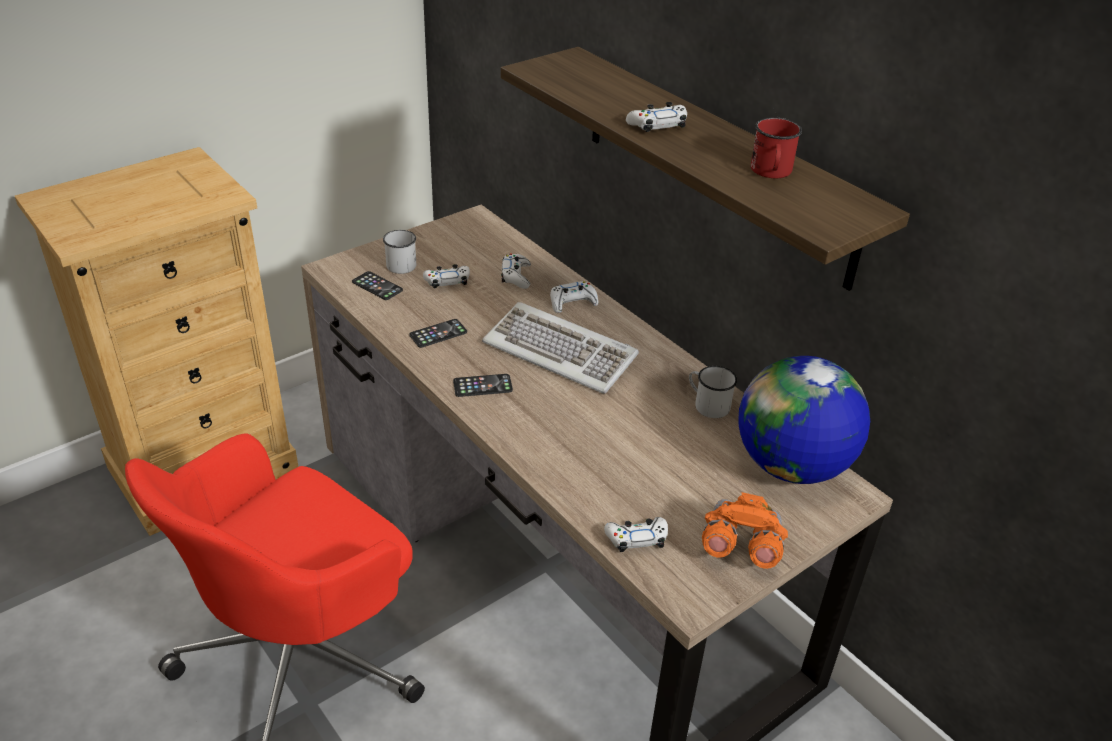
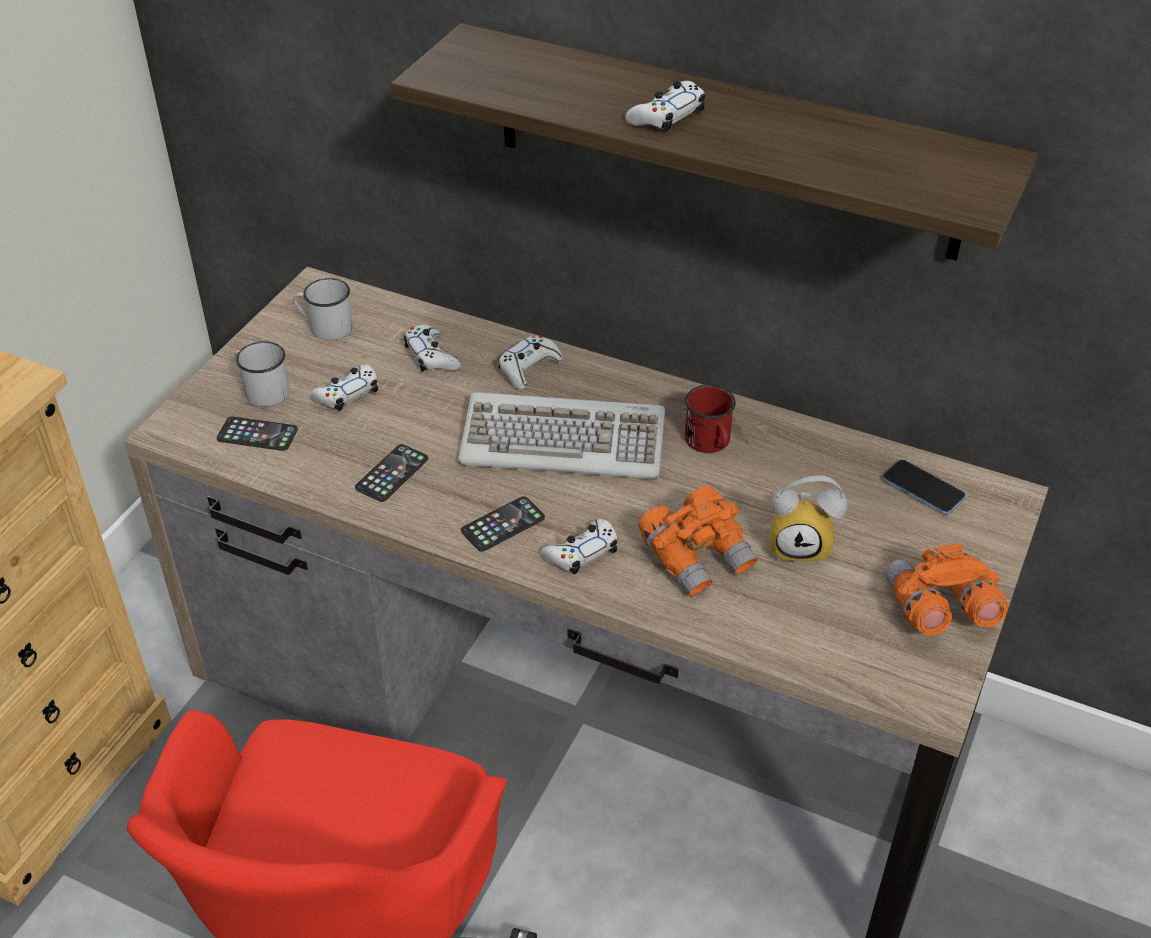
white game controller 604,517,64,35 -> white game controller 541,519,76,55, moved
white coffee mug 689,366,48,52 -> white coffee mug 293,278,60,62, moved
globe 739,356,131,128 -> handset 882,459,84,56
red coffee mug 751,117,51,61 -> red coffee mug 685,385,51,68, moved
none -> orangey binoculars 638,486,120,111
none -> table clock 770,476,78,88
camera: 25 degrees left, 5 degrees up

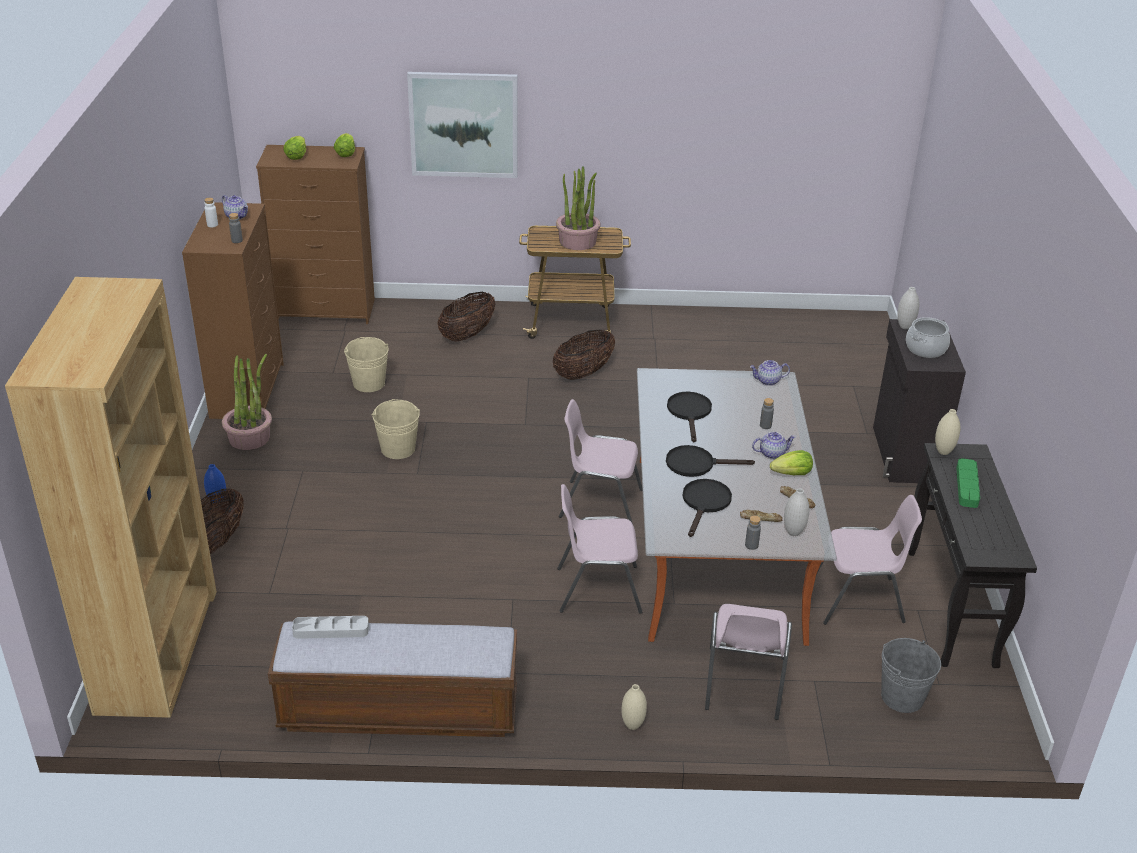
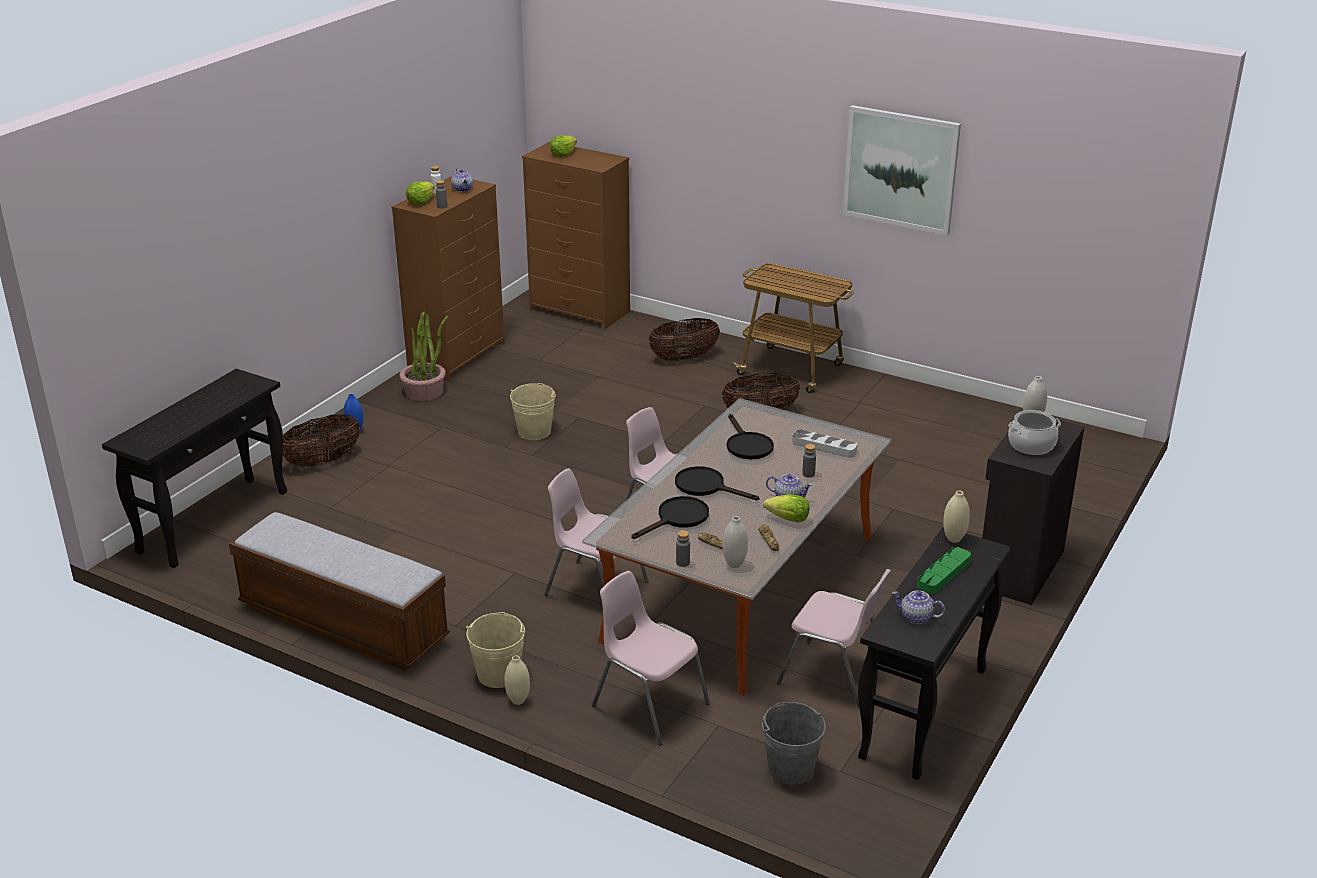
brown-coloured bookshelf 5,277,212,441 -> black-coloured narrow table 102,369,185,199
gray tray 292,616,77,23 -> gray tray 792,429,66,29, moved
lettuce 334,133,21,24 -> lettuce 406,182,29,23, moved
sand-coloured bucket 344,337,45,55 -> sand-coloured bucket 466,612,59,76, moved
wall art 407,72,110,106 -> wall art 843,105,118,131, moved
plant in a pot 556,167,44,83 -> none
black-coloured skillet 667,392,45,50 -> black-coloured skillet 727,414,47,46, 135 degrees clockwise
pink plain chair 705,604,87,116 -> pink plain chair 592,571,118,175, 90 degrees clockwise
tea pot 750,360,40,26 -> tea pot 892,590,53,34, moved
camera: 30 degrees right, 5 degrees down

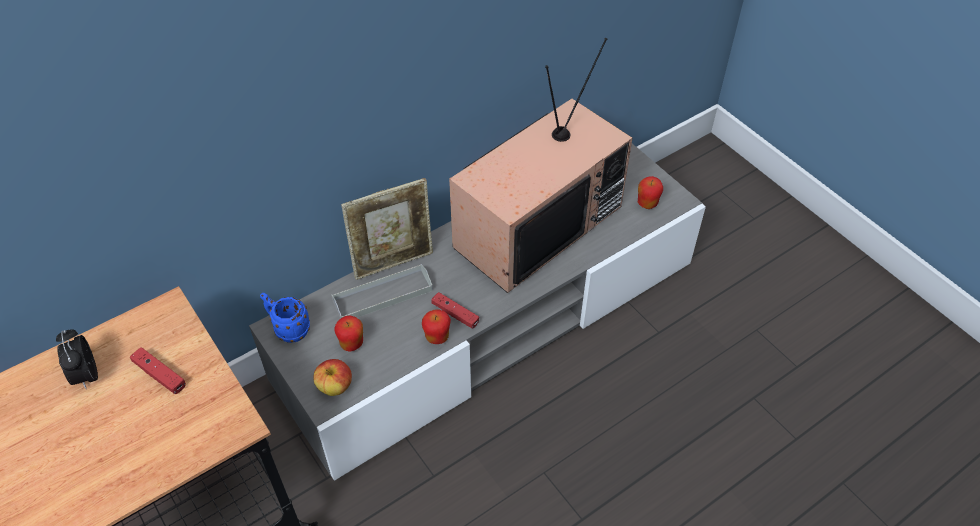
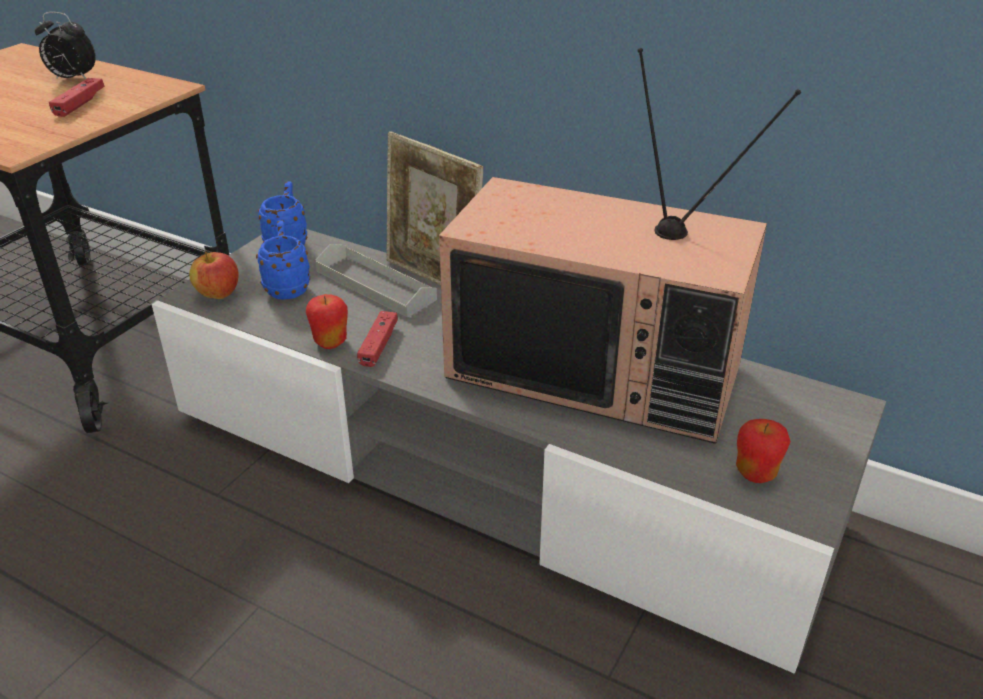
table clock 56,329,42,61 -> table clock 35,12,61,67, 120 degrees counterclockwise
apple 334,315,29,37 -> bluish coffee mug 256,221,54,79
camera: 65 degrees right, 15 degrees down

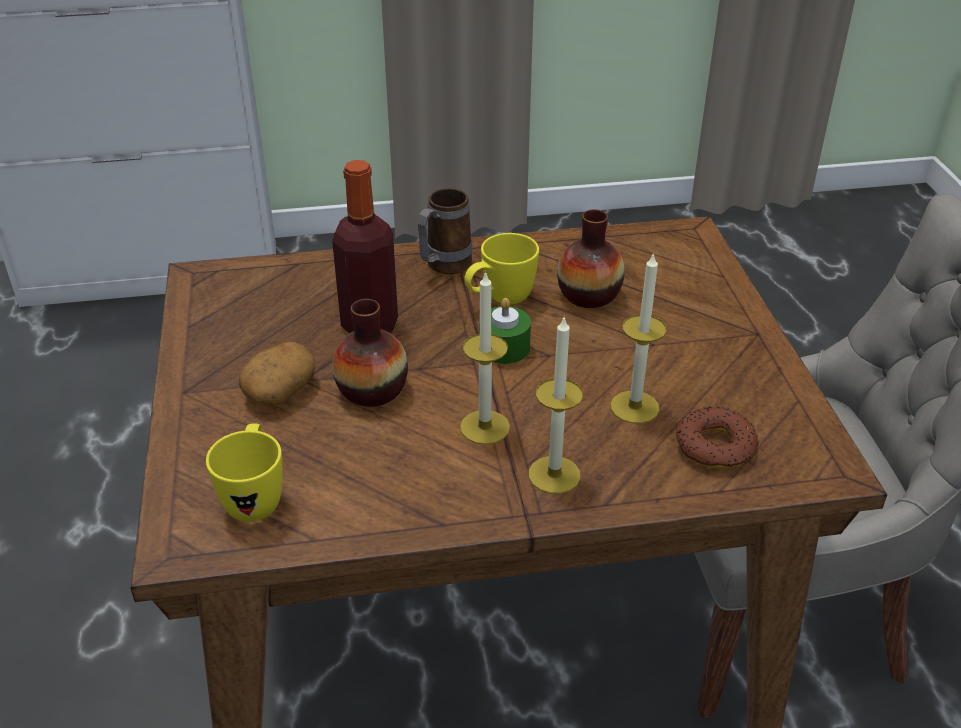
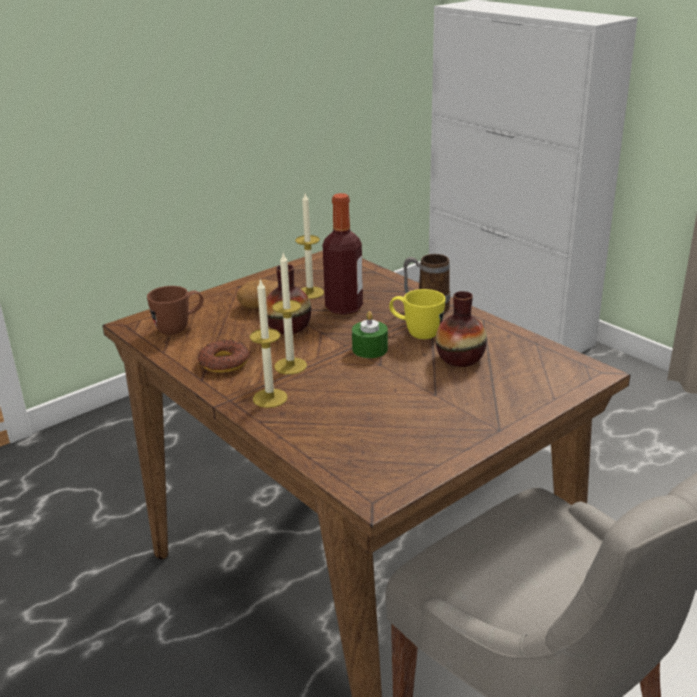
yellowish coffee mug 206,423,77,99 -> brown-coloured coffee mug 147,286,57,49
wax candle 611,252,56,172 -> wax candle 295,193,29,106, moved
donut 676,406,83,63 -> donut 197,340,53,33, moved
camera: 60 degrees right, 10 degrees down

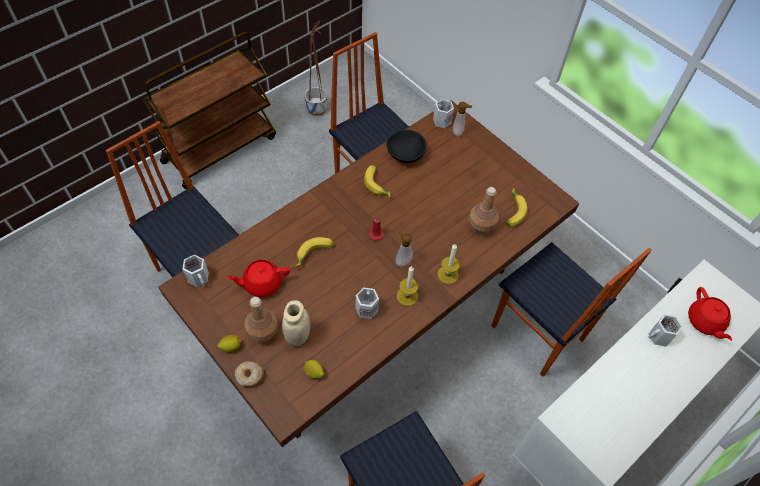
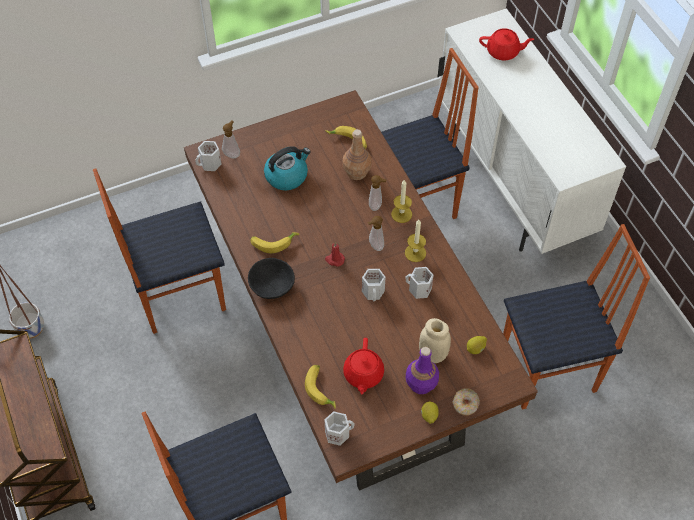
brown-coloured beverage bottle 245,297,33,46 -> purple-coloured beverage bottle 406,347,33,47
banana 295,237,39,30 -> banana 305,365,31,44, moved
black-coloured serving bowl 386,130,40,33 -> black-coloured serving bowl 248,258,47,41, moved
white coffee mug 649,314,34,33 -> white coffee mug 362,269,24,32, moved
none -> water kettle 264,146,47,44
none -> soap bottle 369,175,17,36
camera: 70 degrees left, 0 degrees up

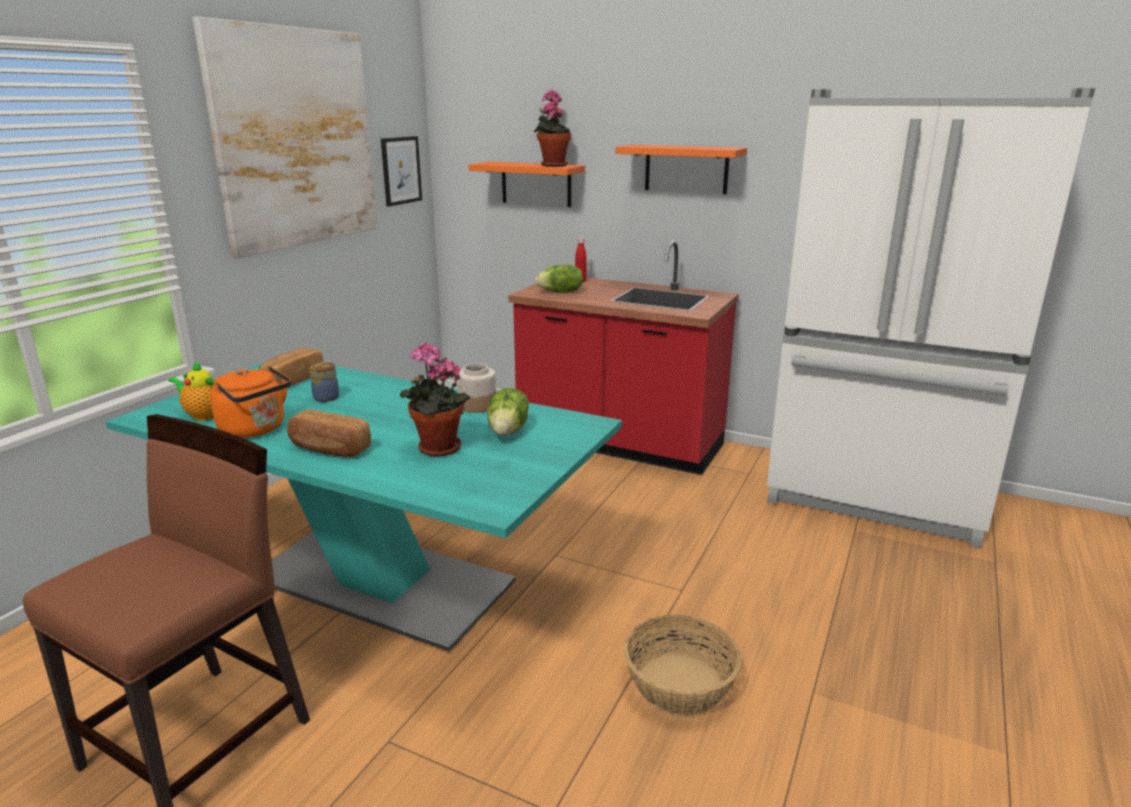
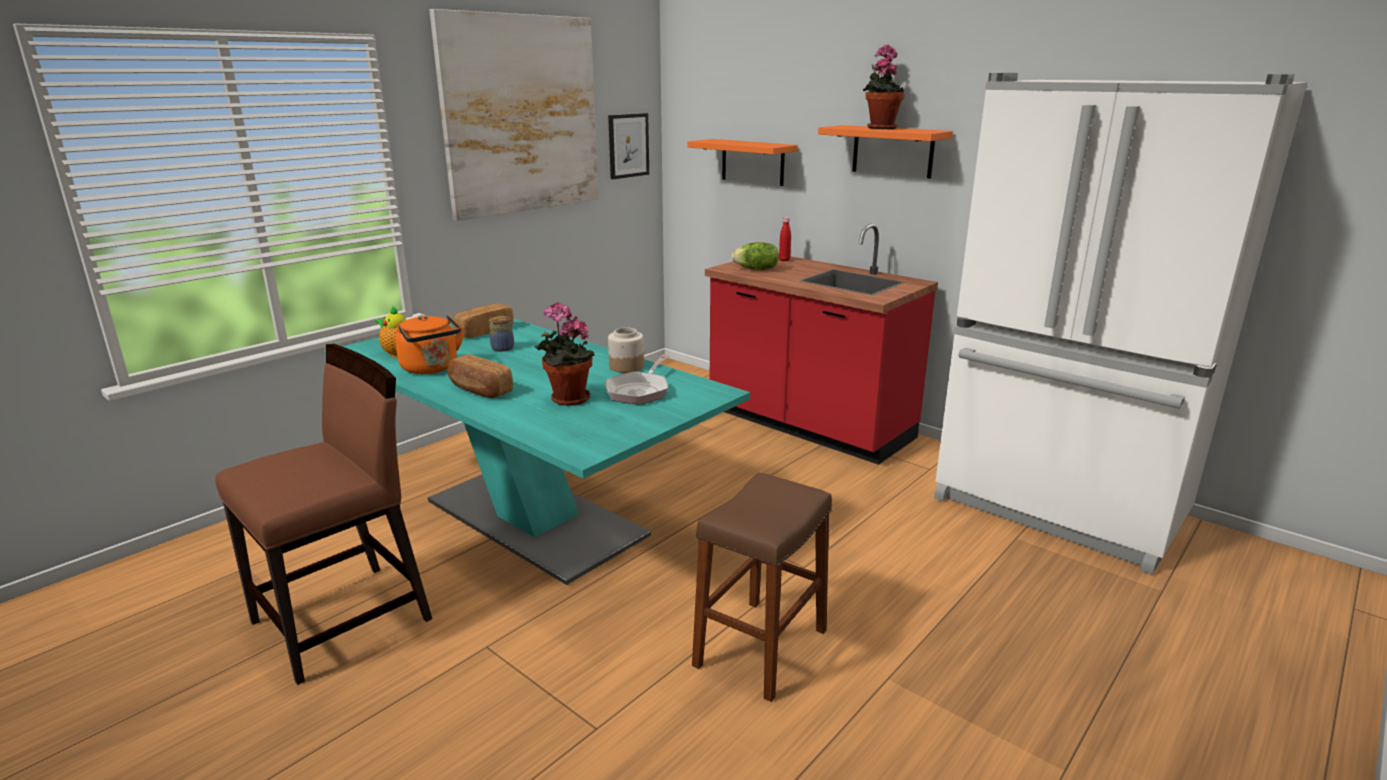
lettuce 487,388,42,48 -> skillet 605,355,65,50
plant in a pot 534,90,37,77 -> plant in a pot 863,44,42,85, moved
household basket 624,615,118,101 -> brown-coloured stool 692,472,140,230
camera: 15 degrees right, 0 degrees up

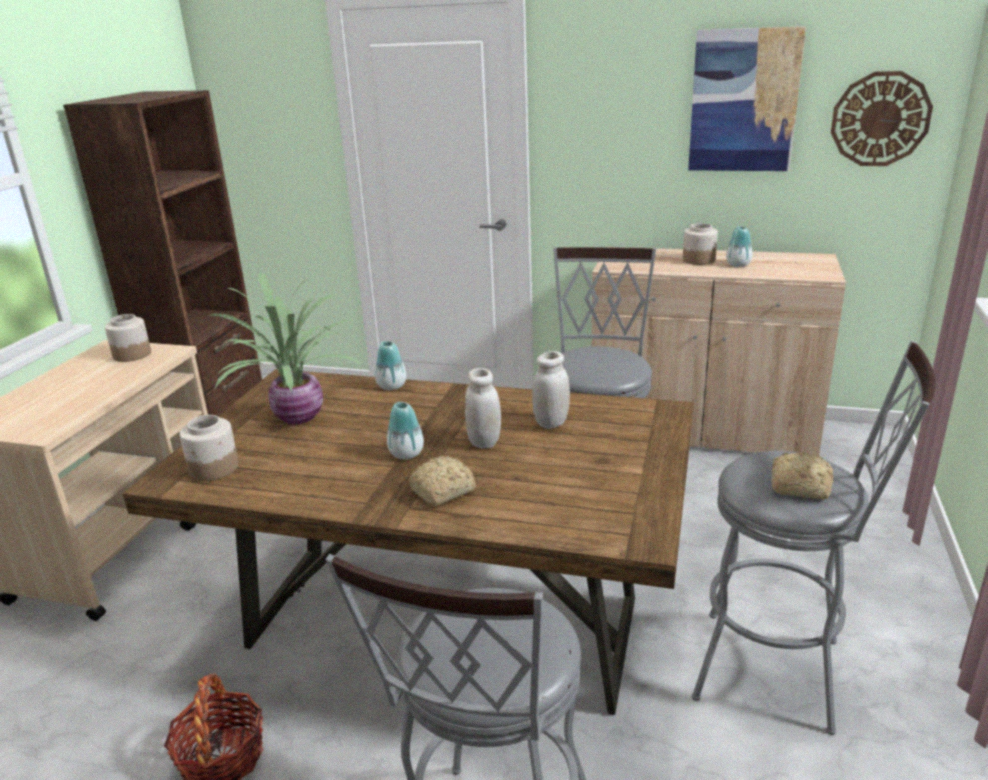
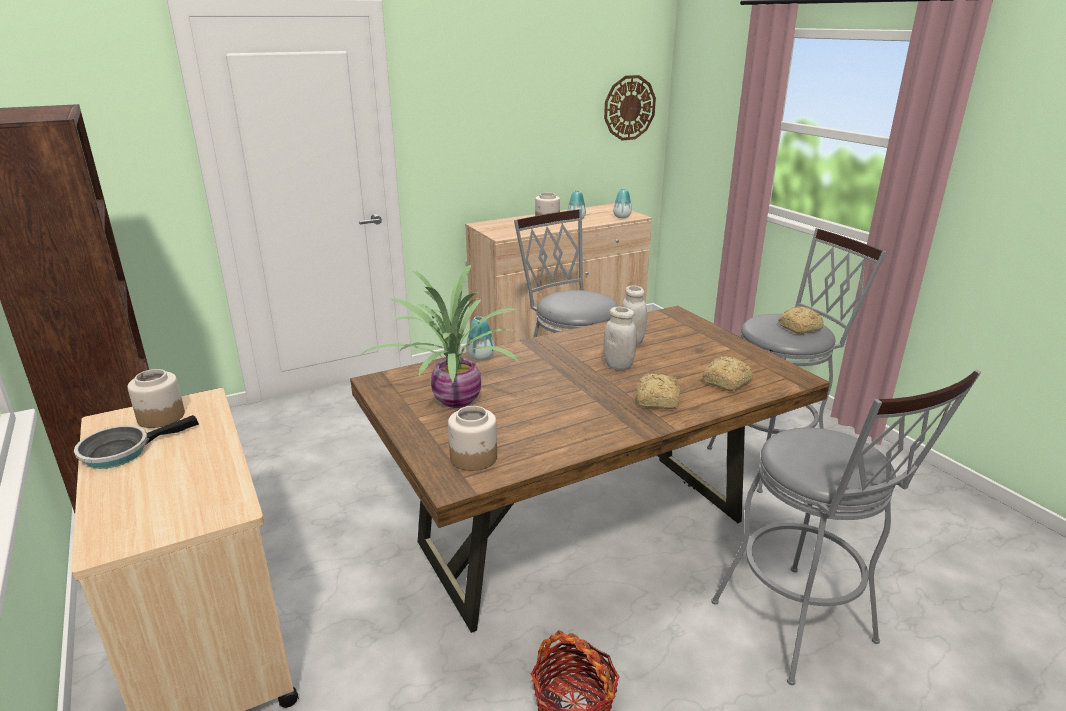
vase 387,402,37,57 -> vase 613,189,19,29, moved
wall art 688,26,118,145 -> none
none -> skillet 74,415,125,54
none -> baked bread 702,356,51,35
camera: 45 degrees left, 0 degrees up

